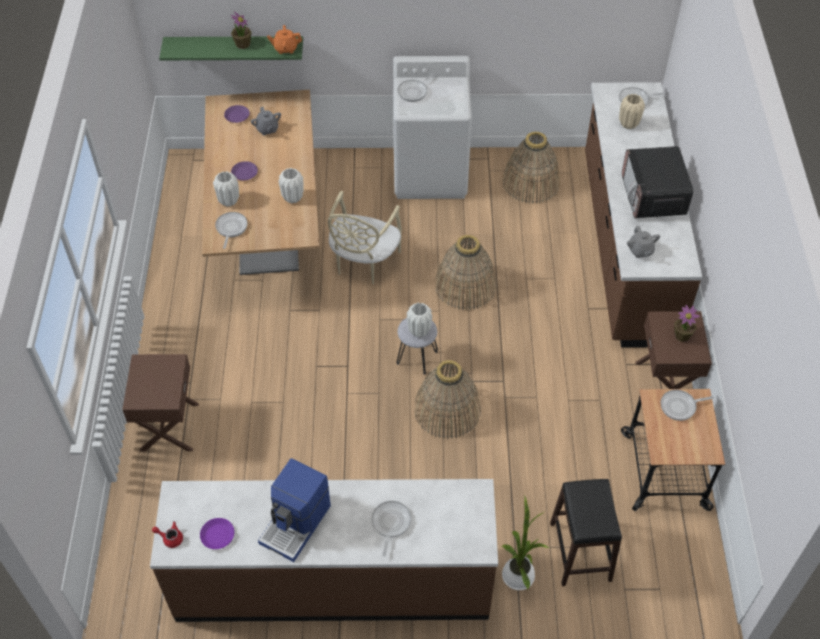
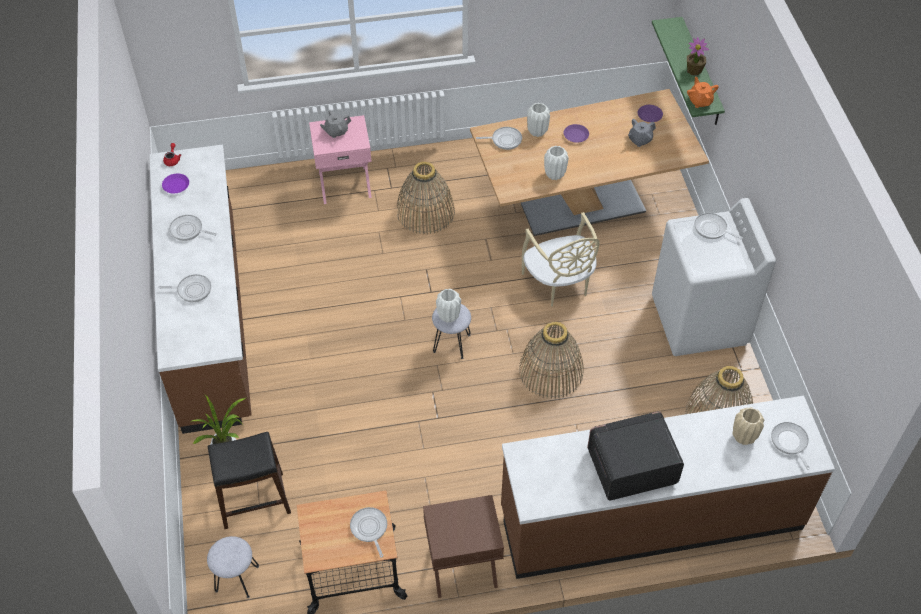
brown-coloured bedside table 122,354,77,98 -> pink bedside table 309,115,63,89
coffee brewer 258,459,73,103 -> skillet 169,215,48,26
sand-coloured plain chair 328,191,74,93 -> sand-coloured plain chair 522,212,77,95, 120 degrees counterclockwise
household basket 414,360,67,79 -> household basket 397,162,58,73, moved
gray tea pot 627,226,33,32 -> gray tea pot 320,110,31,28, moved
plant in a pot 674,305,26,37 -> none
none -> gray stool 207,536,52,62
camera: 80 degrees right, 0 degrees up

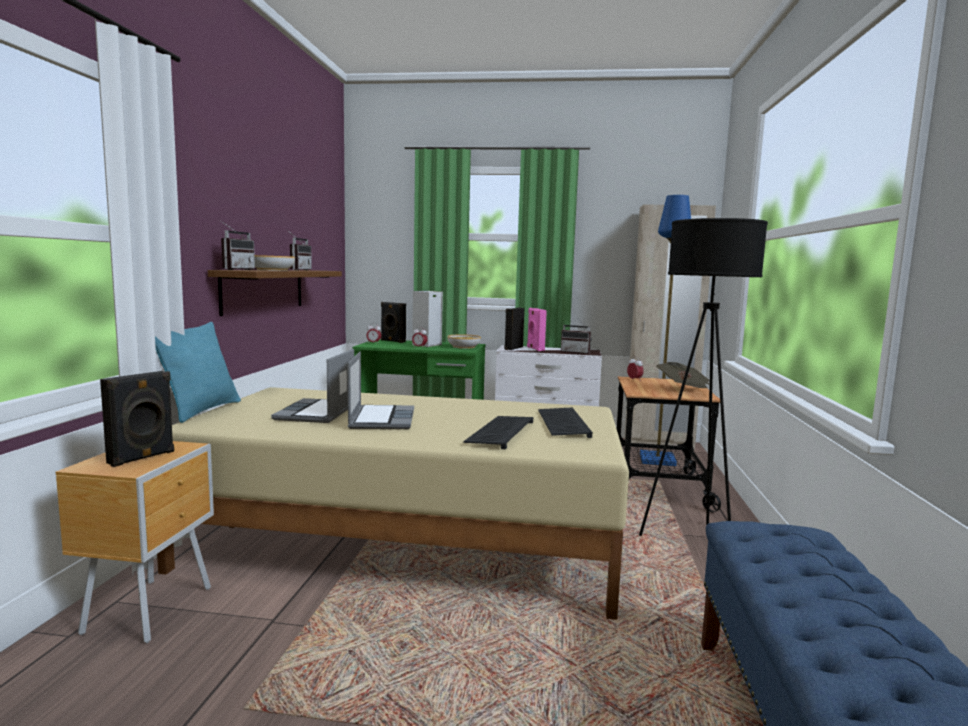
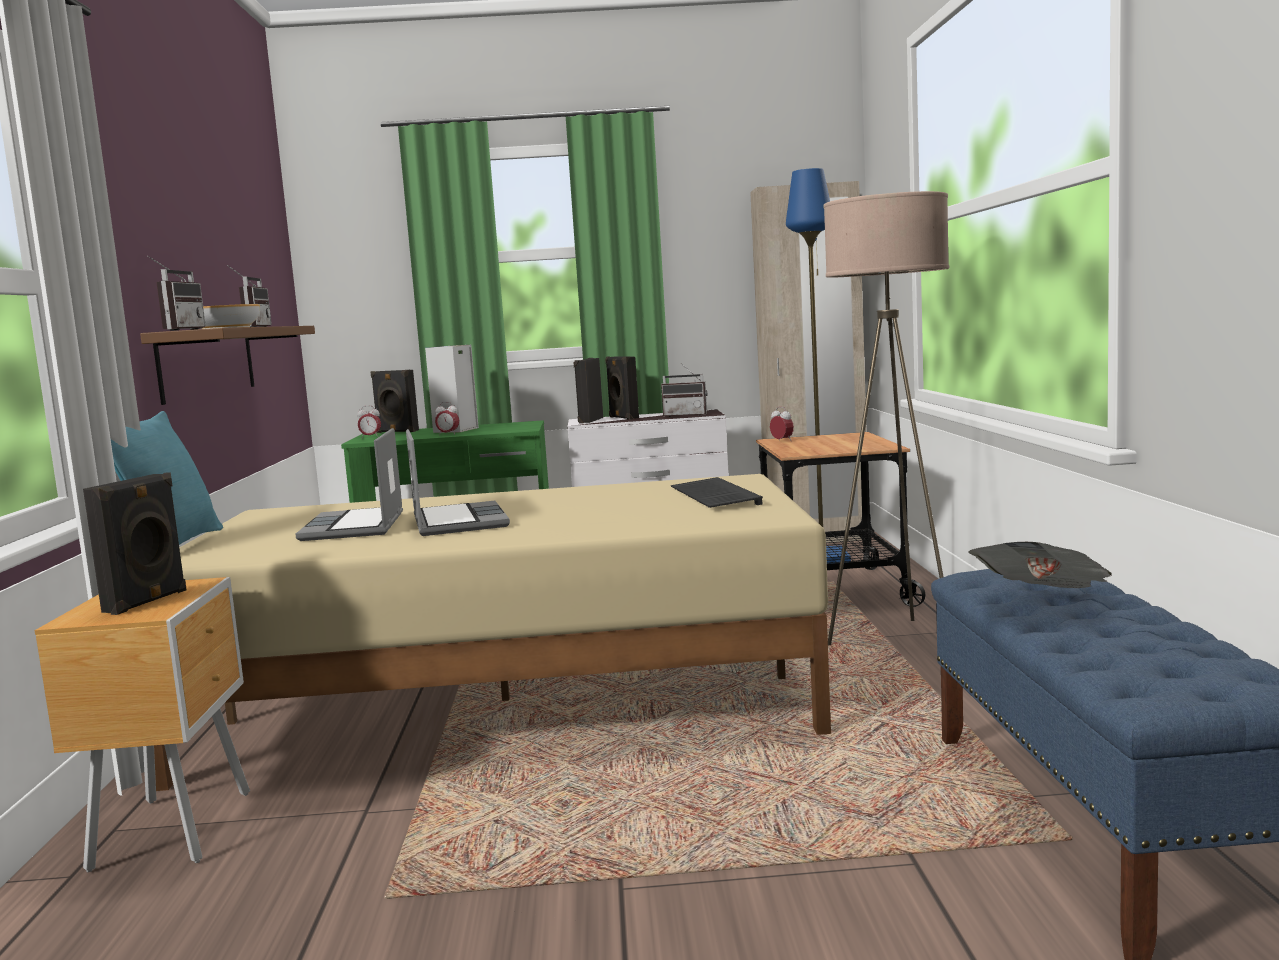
serving bowl 447,334,34,15 -> none
keyboard 463,416,71,33 -> none
pink loudspeaker 527,308,20,43 -> black-coloured loudspeaker 605,356,34,64
black-coloured floor lamp 639,218,129,318 -> sand-coloured floor lamp 823,191,126,454
printed paper 656,362,54,26 -> printed paper 968,542,144,46, moved
camera: 10 degrees left, 0 degrees up

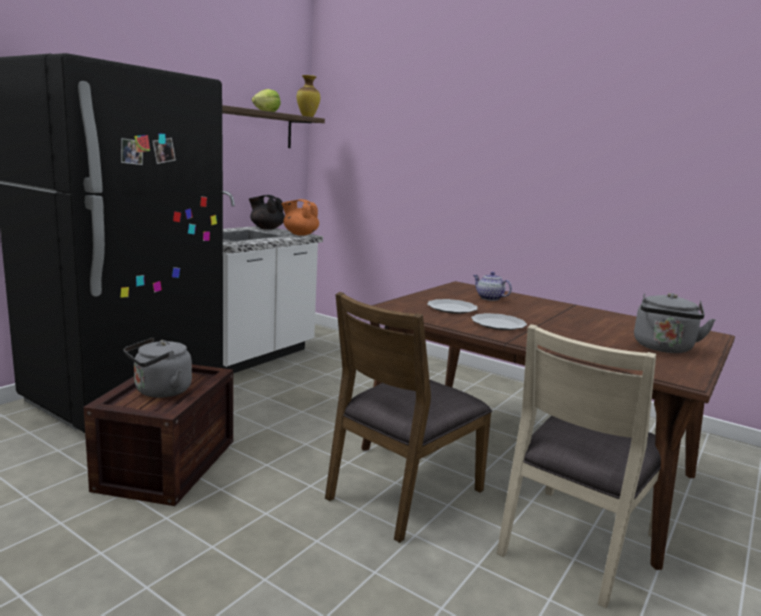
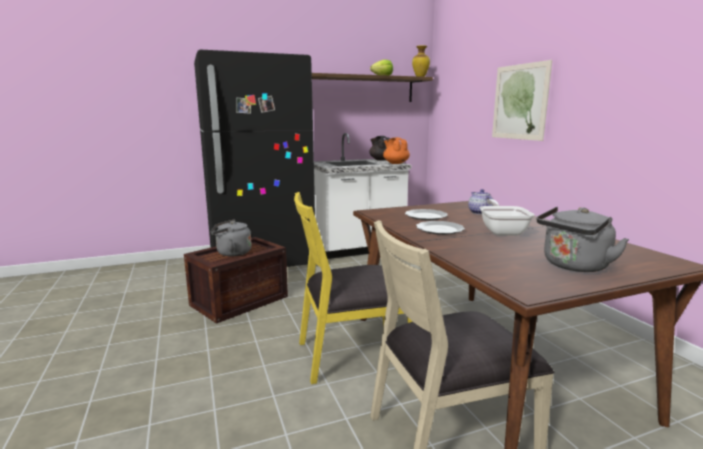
brown-coloured plain chair 325,292,167,251 -> yellowish plain chair 294,192,119,192
none -> skillet 480,199,54,37
none -> wall art 492,60,60,81
camera: 35 degrees right, 0 degrees up

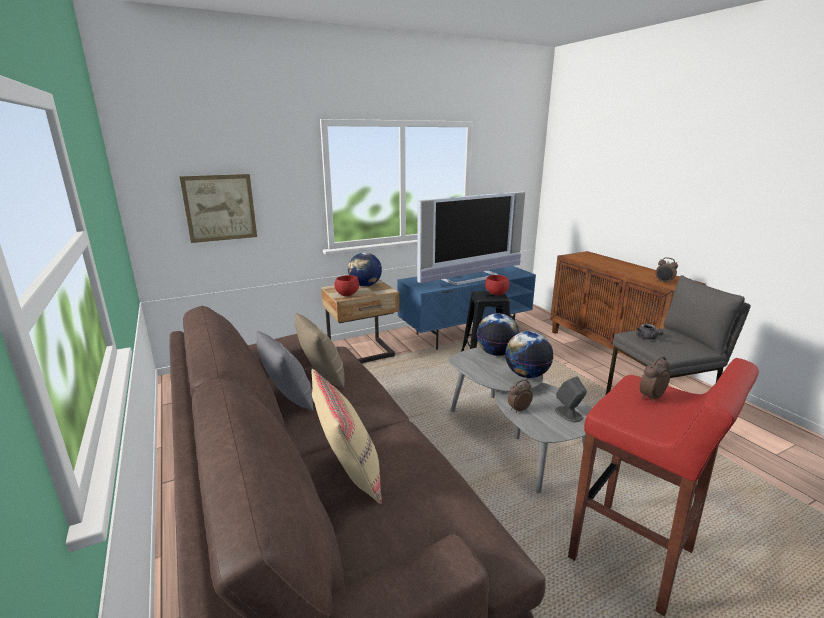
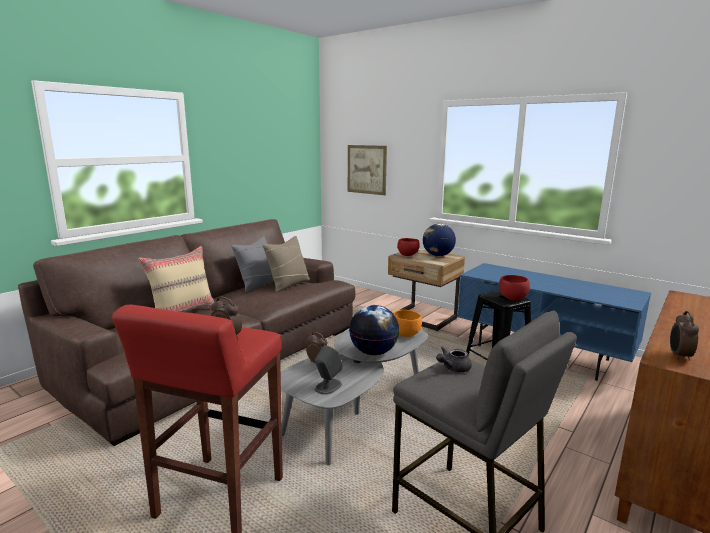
TV 417,192,108,93 -> none
globe 477,313,43,43 -> orangey serving bowl 393,310,29,27
camera: 65 degrees right, 5 degrees down

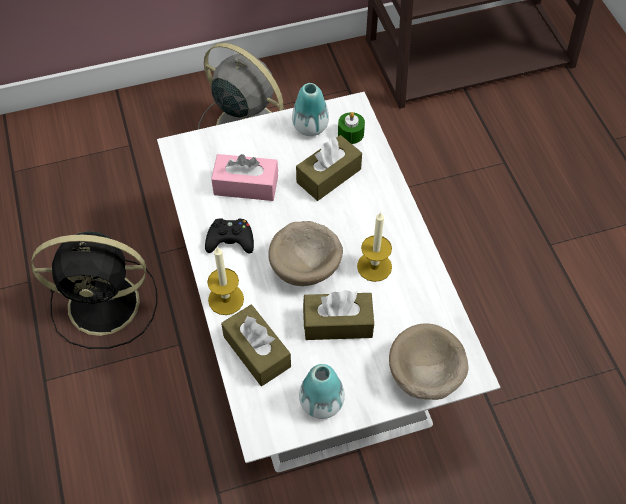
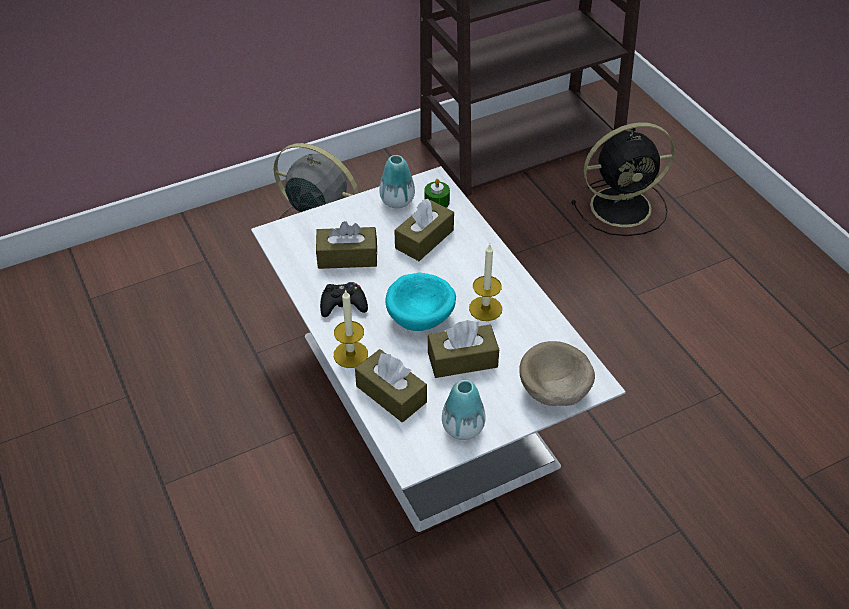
black-coloured fan 31,231,126,118 -> black-coloured fan 571,122,104,114, moved
pink box of tissues 211,154,67,47 -> brown-coloured box of tissues 316,221,61,48
sand-coloured serving bowl 268,221,75,65 -> turquoise serving bowl 386,273,70,58
camera: 10 degrees left, 10 degrees down

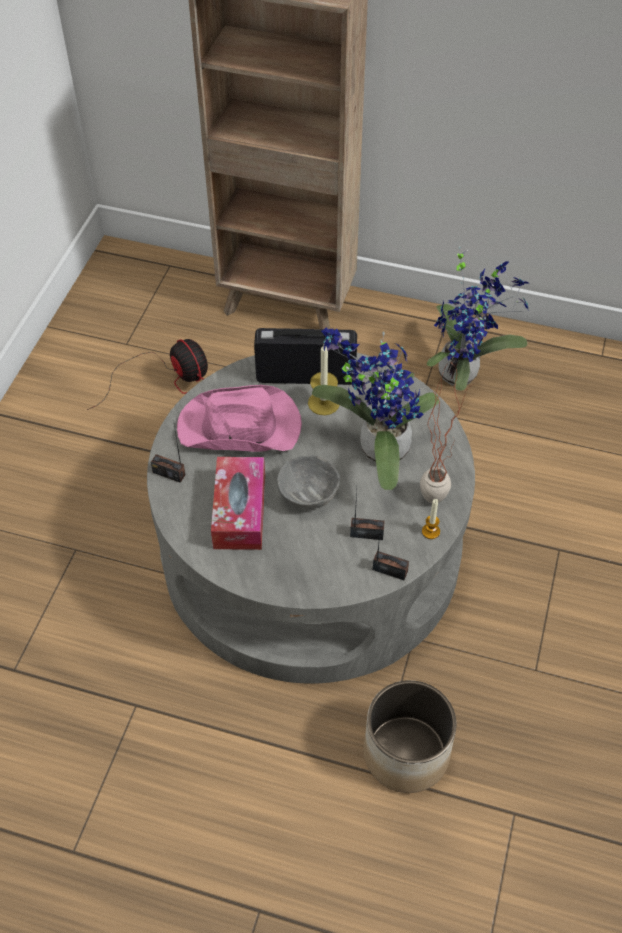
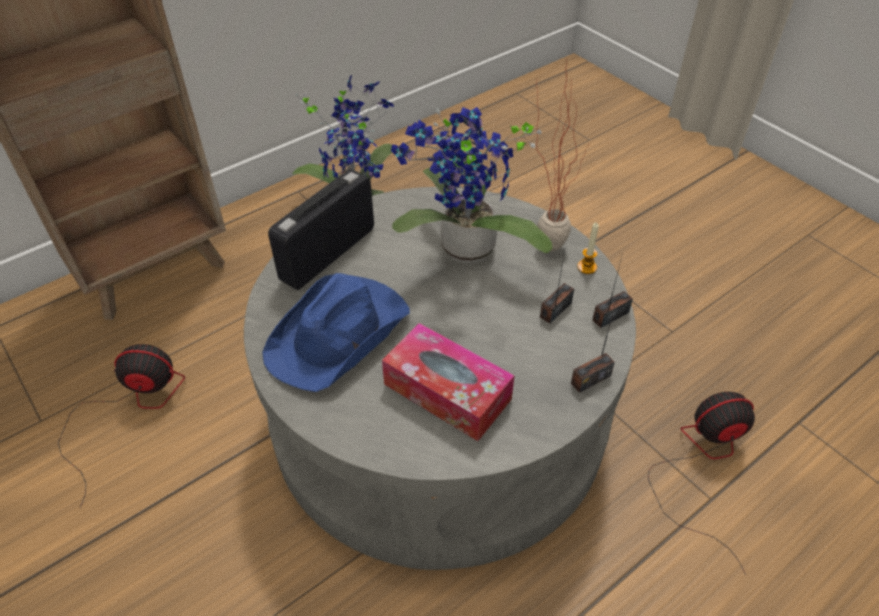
radio receiver 151,420,34,63 -> radio receiver 571,298,46,95, moved
pink hat 177,385,125,67 -> bluish hat 262,273,148,119
gray serving bowl 277,455,63,54 -> none
wax candle 308,343,31,72 -> none
plant pot 364,680,92,113 -> fan 648,392,107,183
camera: 55 degrees left, 5 degrees down

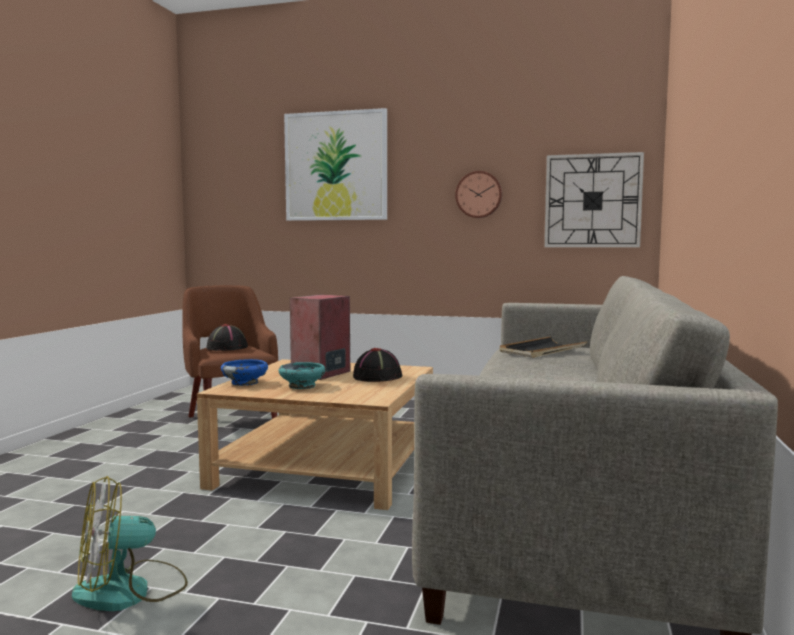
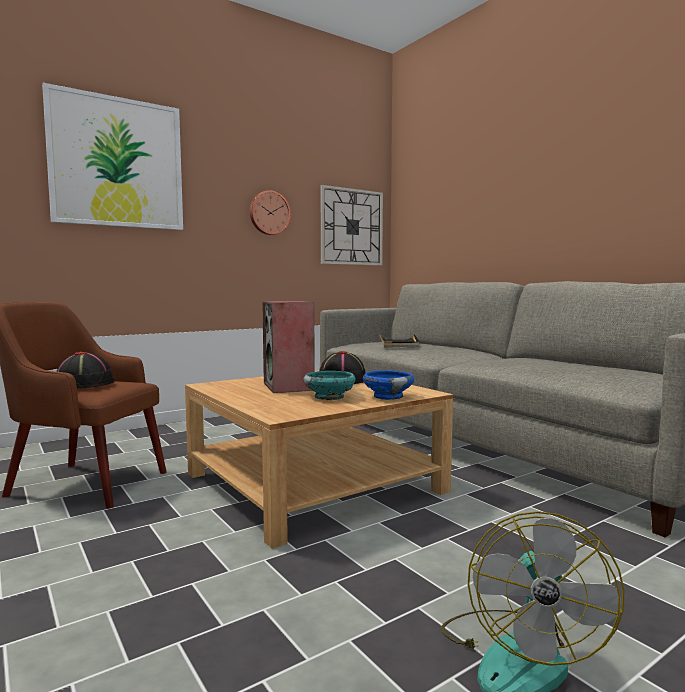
bluish serving bowl 221,359,47,27 -> bluish serving bowl 363,370,51,30, moved
camera: 50 degrees left, 0 degrees up

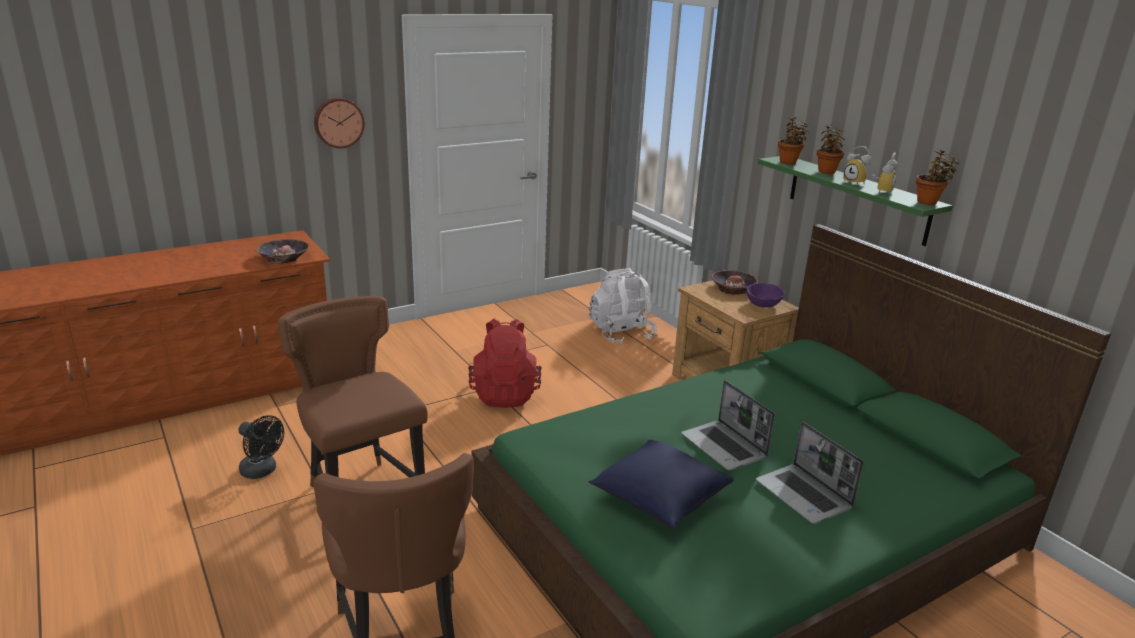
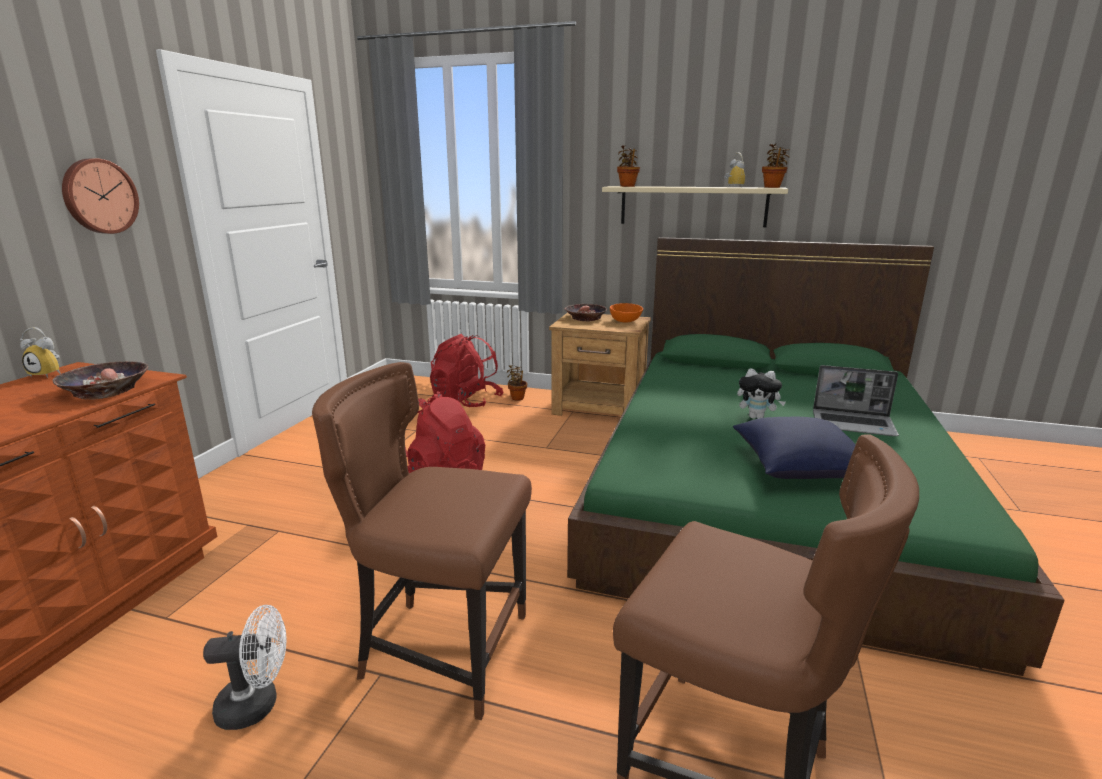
black-coloured fan 238,415,46,64 -> white fan 203,605,83,125
white rucksack 589,268,68,76 -> red rucksack 430,334,74,73
laptop 681,380,94,91 -> cuddly toy 737,368,49,51
purple-coloured serving bowl 747,283,38,25 -> orangey serving bowl 610,303,33,19
green bracket shelf 758,156,195,90 -> sand-coloured bracket shelf 602,186,186,41
plant in a pot 817,124,29,50 -> plant in a pot 507,365,20,36, moved
table clock 843,146,28,39 -> table clock 20,327,41,51, moved
camera: 40 degrees left, 5 degrees down

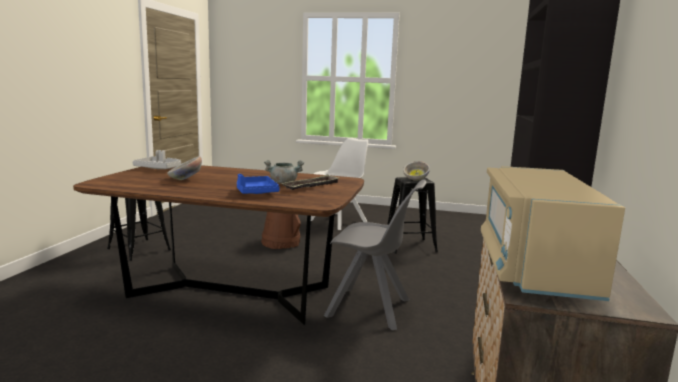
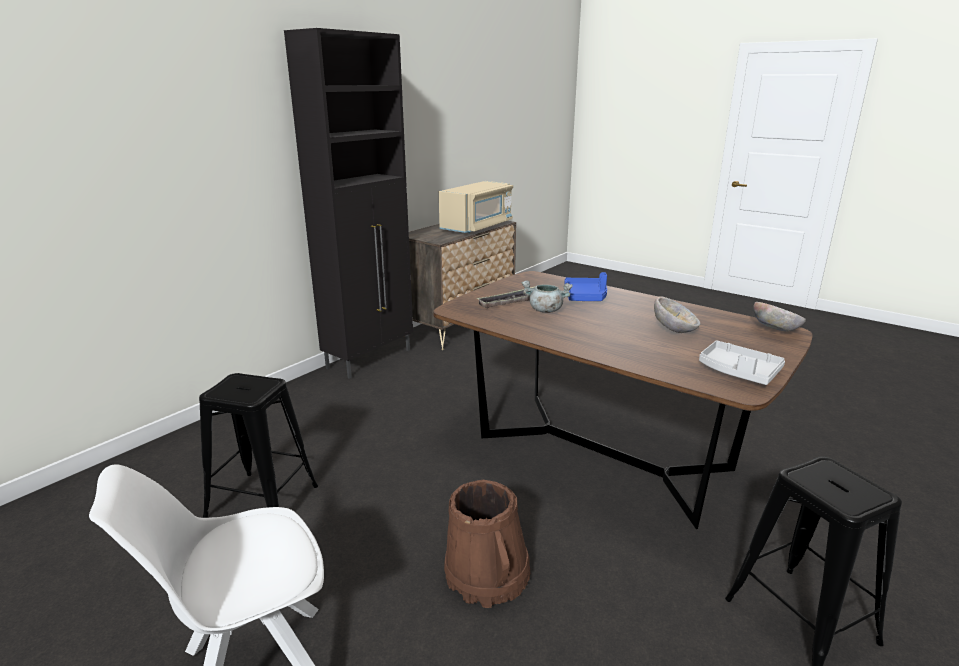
gray plain chair 324,180,103,150 -> none
serving bowl 403,161,27,20 -> serving bowl 753,302,53,30, moved
camera: 155 degrees left, 10 degrees up

